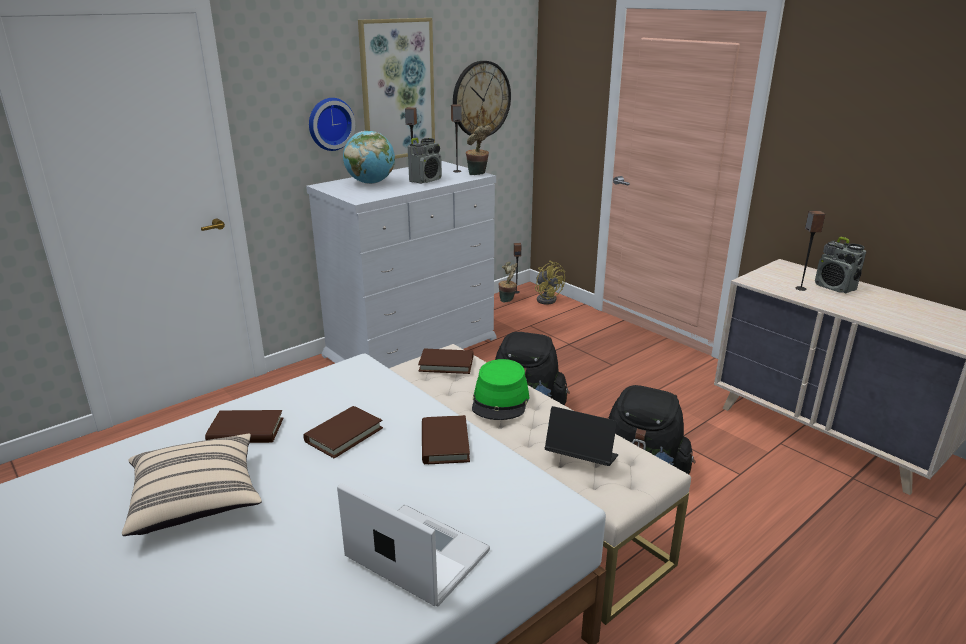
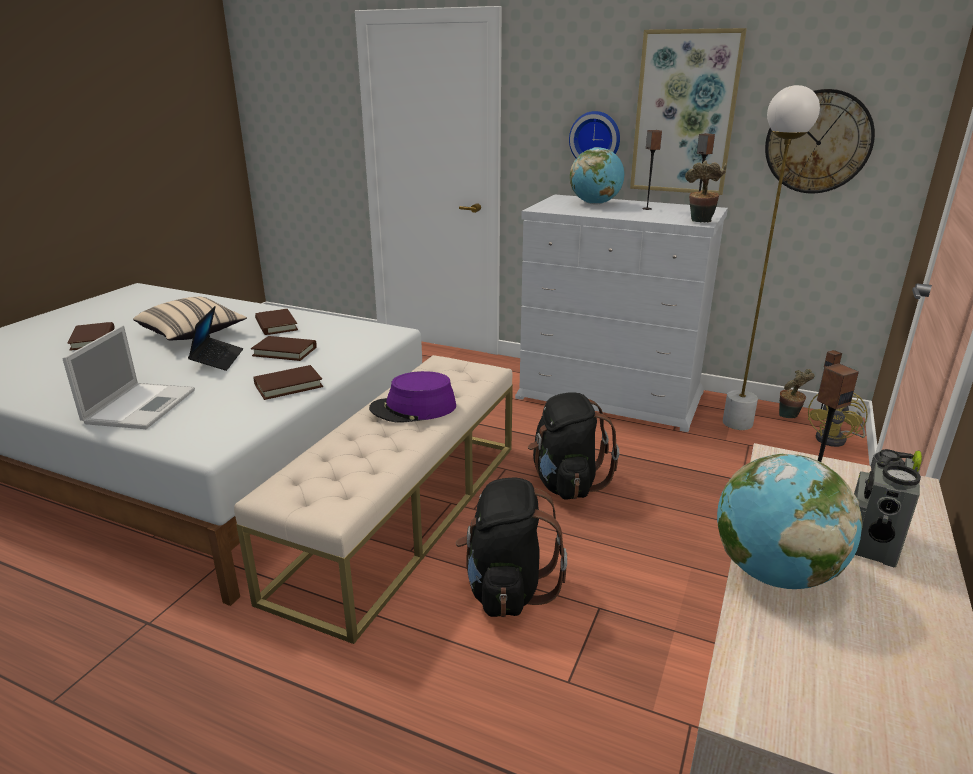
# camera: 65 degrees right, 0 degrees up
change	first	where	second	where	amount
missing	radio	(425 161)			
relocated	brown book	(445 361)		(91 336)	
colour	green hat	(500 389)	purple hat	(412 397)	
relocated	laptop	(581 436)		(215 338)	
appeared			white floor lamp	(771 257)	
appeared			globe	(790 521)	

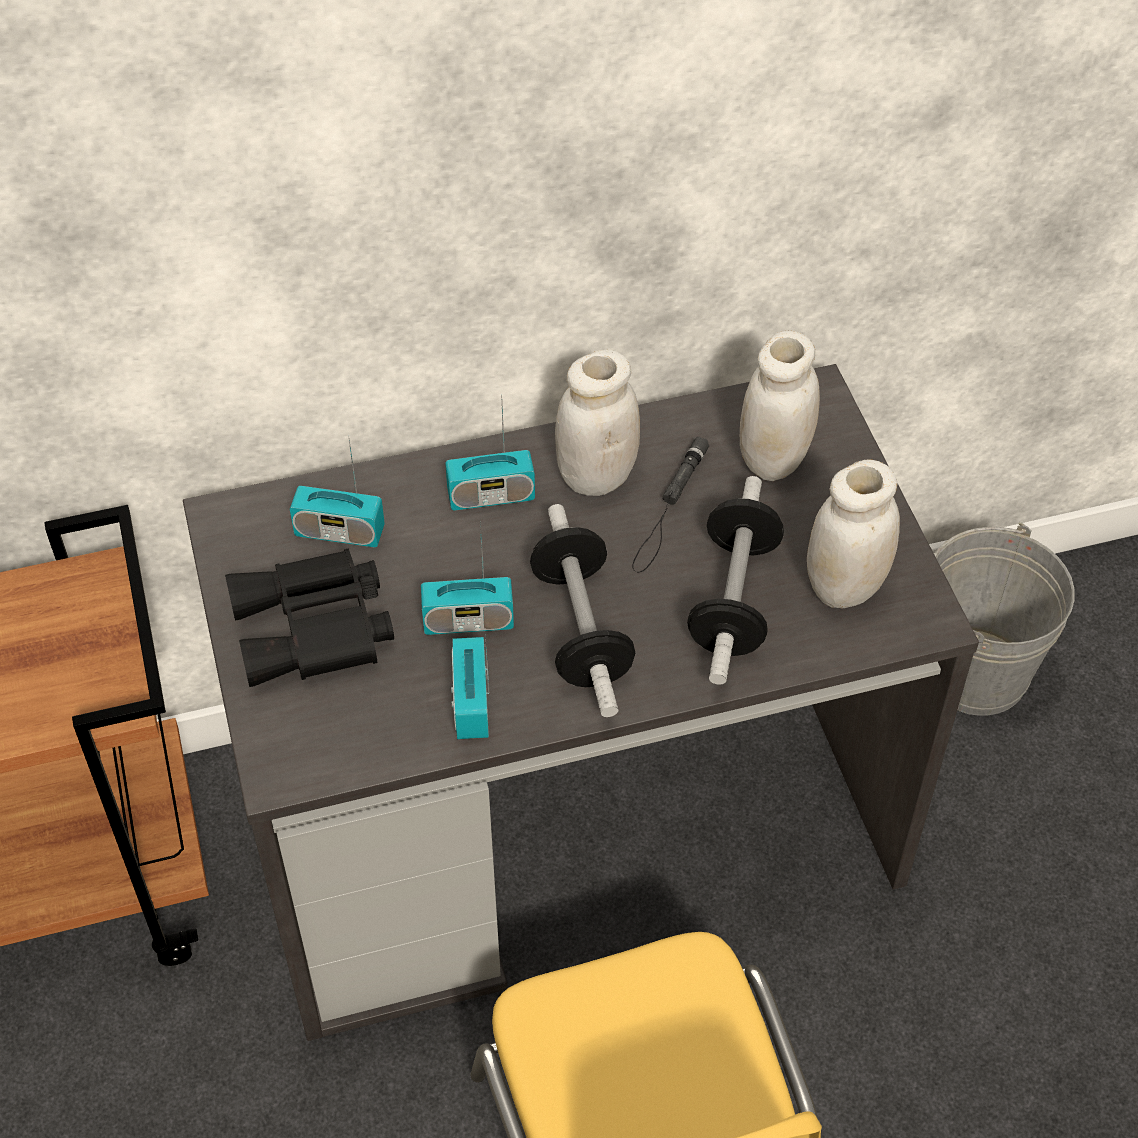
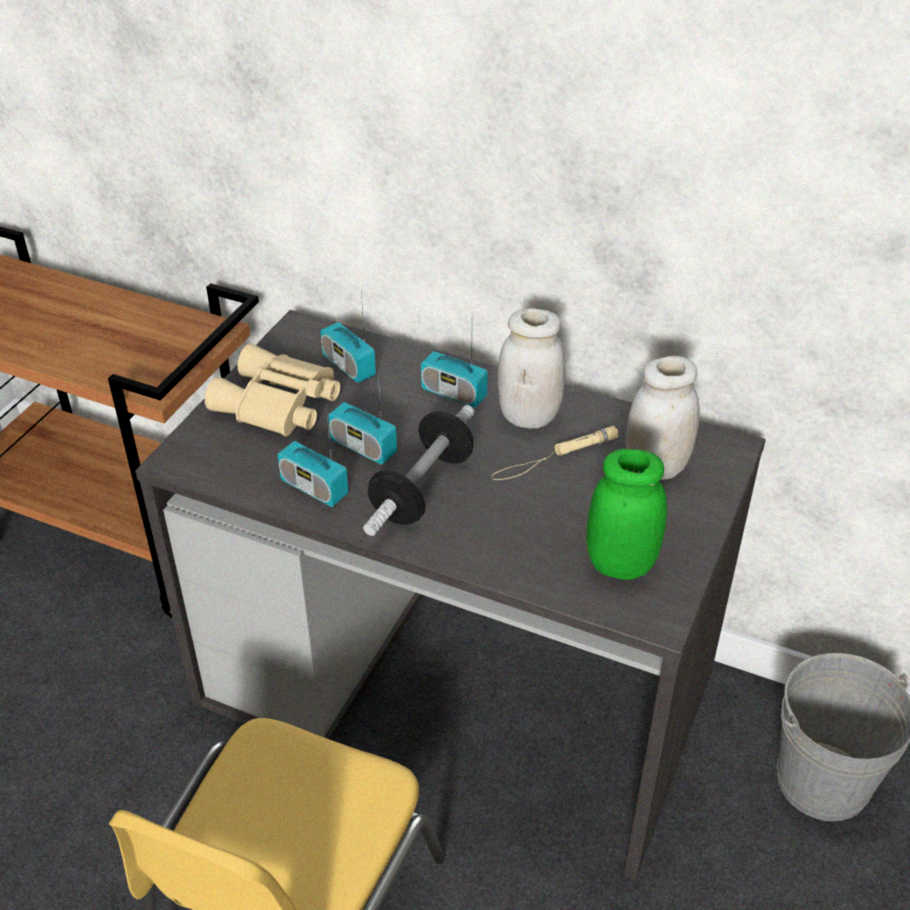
# camera: 40 degrees right, 10 degrees down
change	first	where	second	where	amount
colour	black flashlight	(670 505)	beige flashlight	(555 453)	
colour	white jar	(853 534)	green jar	(627 514)	
missing	dumbbell	(735 580)			
colour	black binoculars	(309 618)	beige binoculars	(272 390)	
spun	radio	(470 686)		(313 456)	90 degrees counterclockwise

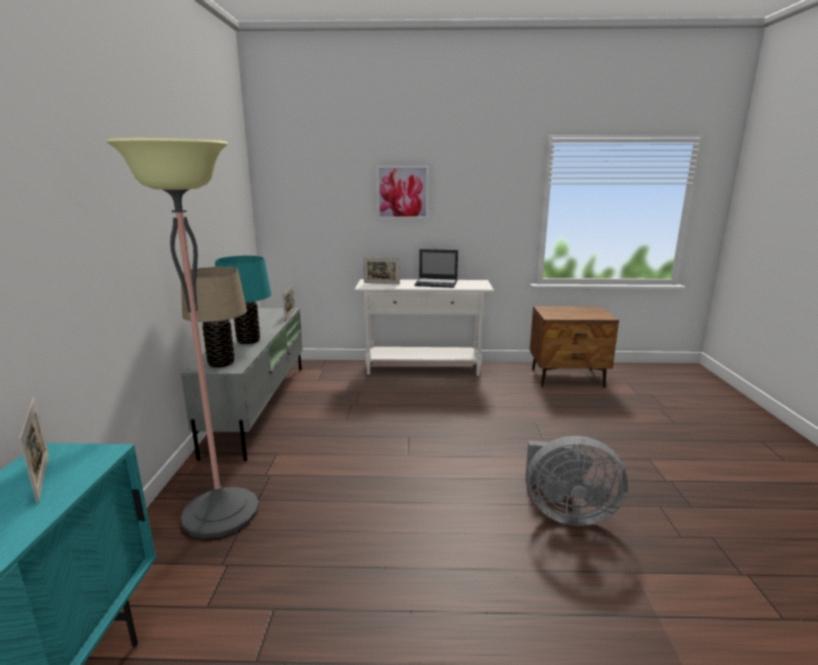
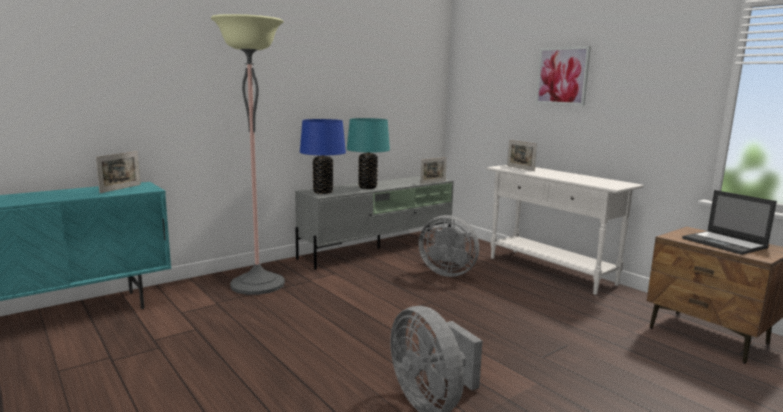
# camera: 50 degrees right, 5 degrees down
change	first	where	second	where	amount
relocated	laptop	(436 268)		(729 222)	
colour	beige table lamp	(214 317)	blue table lamp	(323 156)	
appeared			grey fan	(449 246)	

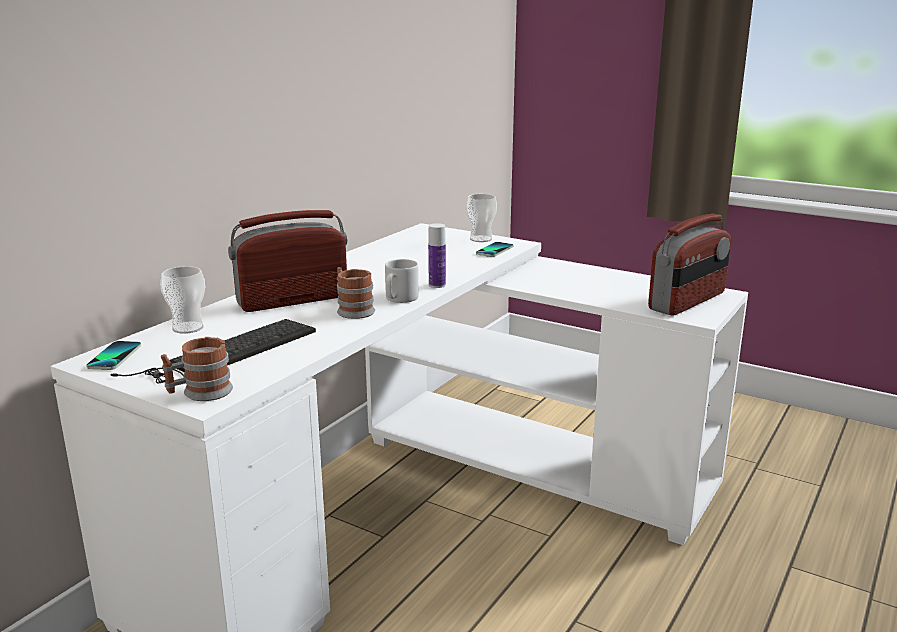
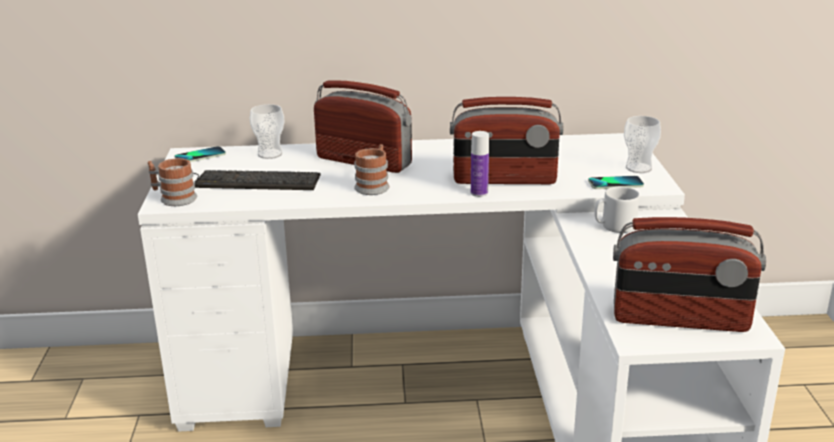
# camera: 55 degrees right, 5 degrees up
change	first	where	second	where	amount
relocated	grey mug	(402 281)		(617 210)	
appeared			radio	(506 140)	

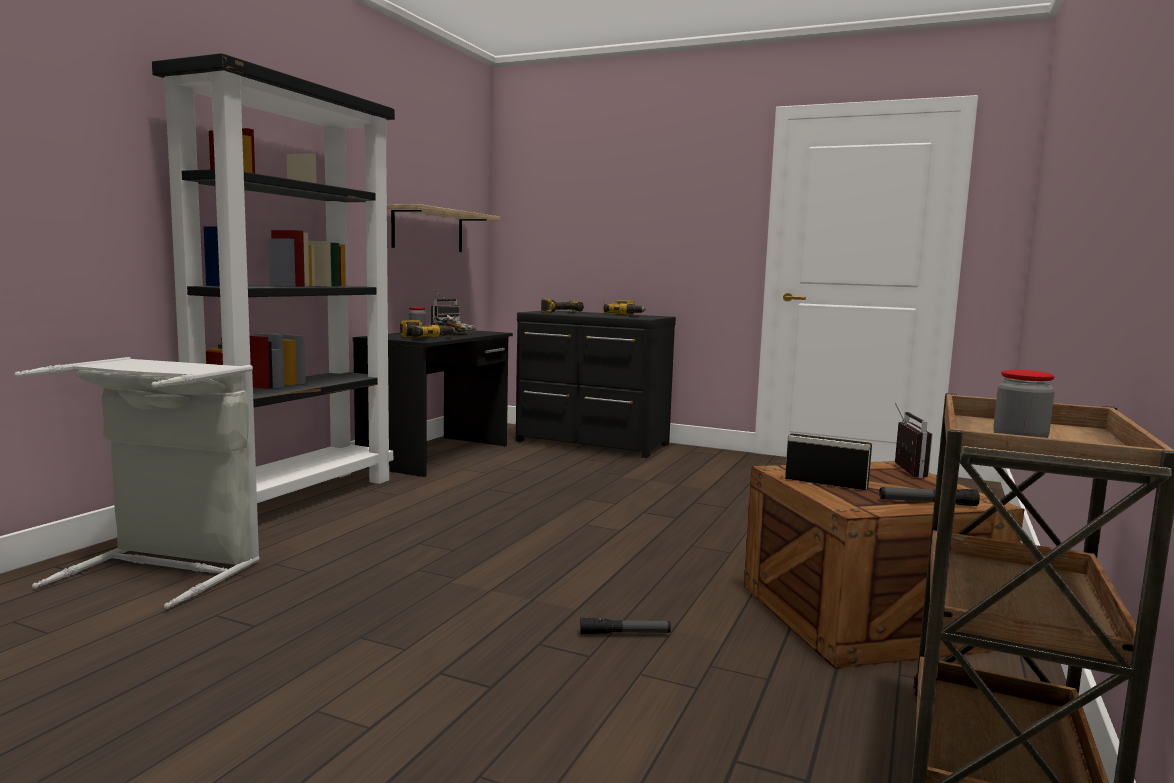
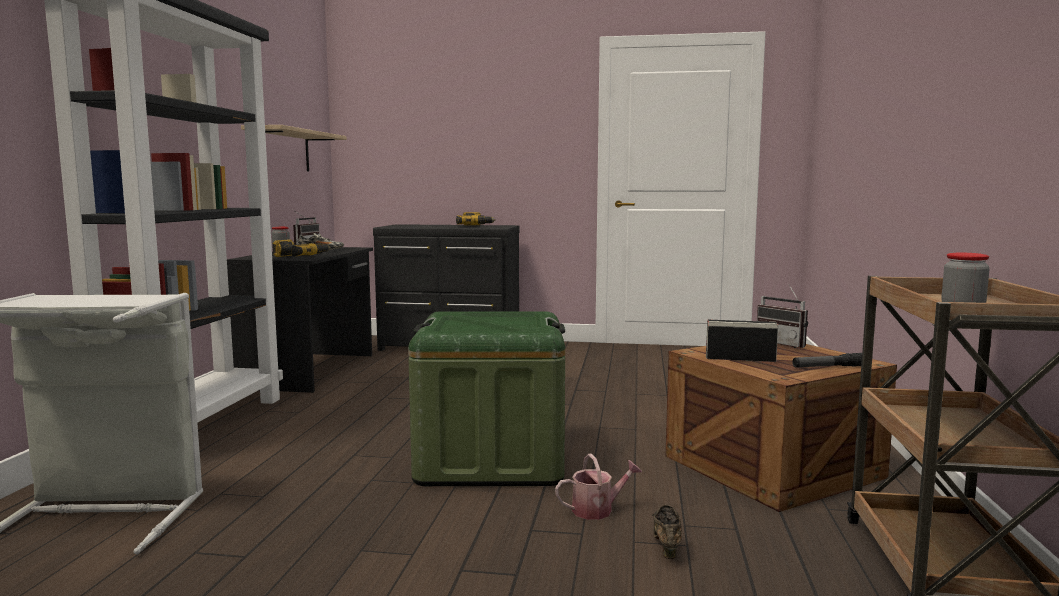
# camera: 15 degrees left, 0 degrees up
change	first	where	second	where	amount
missing	power drill	(562 305)			
spun	radio	(913 440)		(782 316)	150 degrees clockwise
exchanged	flashlight	(625 626)	watering can	(598 486)	
appeared			green storage box	(486 398)	
appeared			brown shoe	(667 532)	

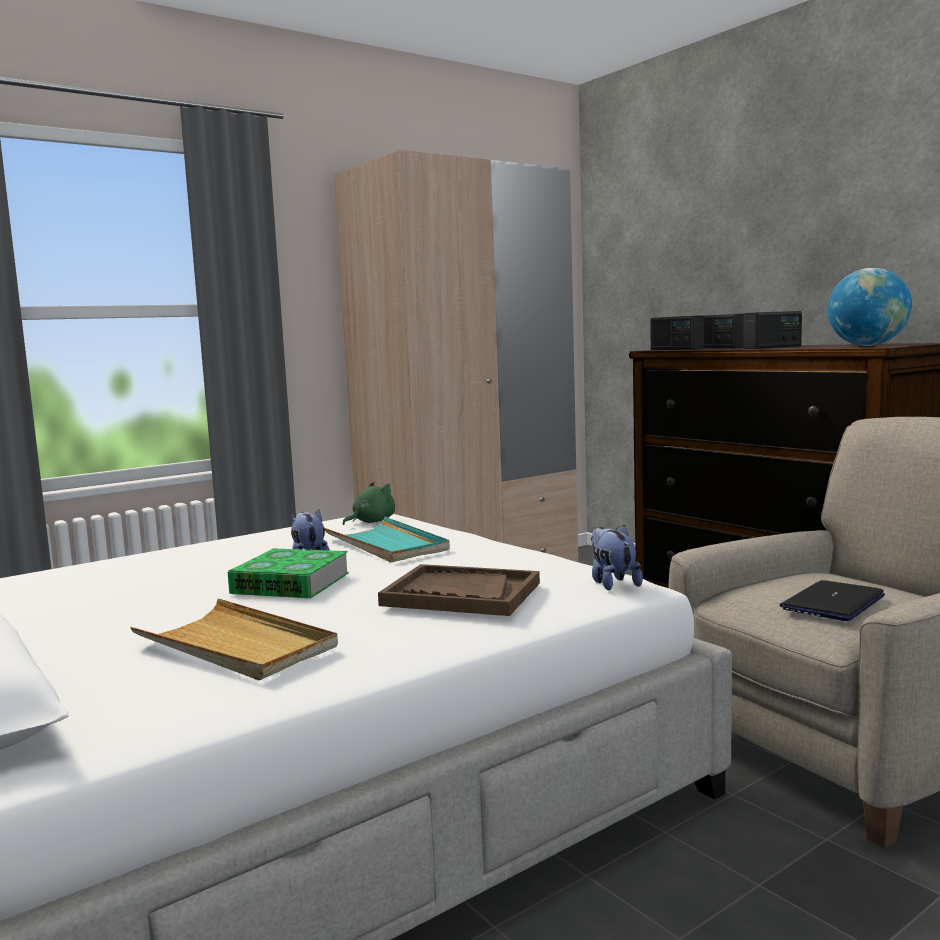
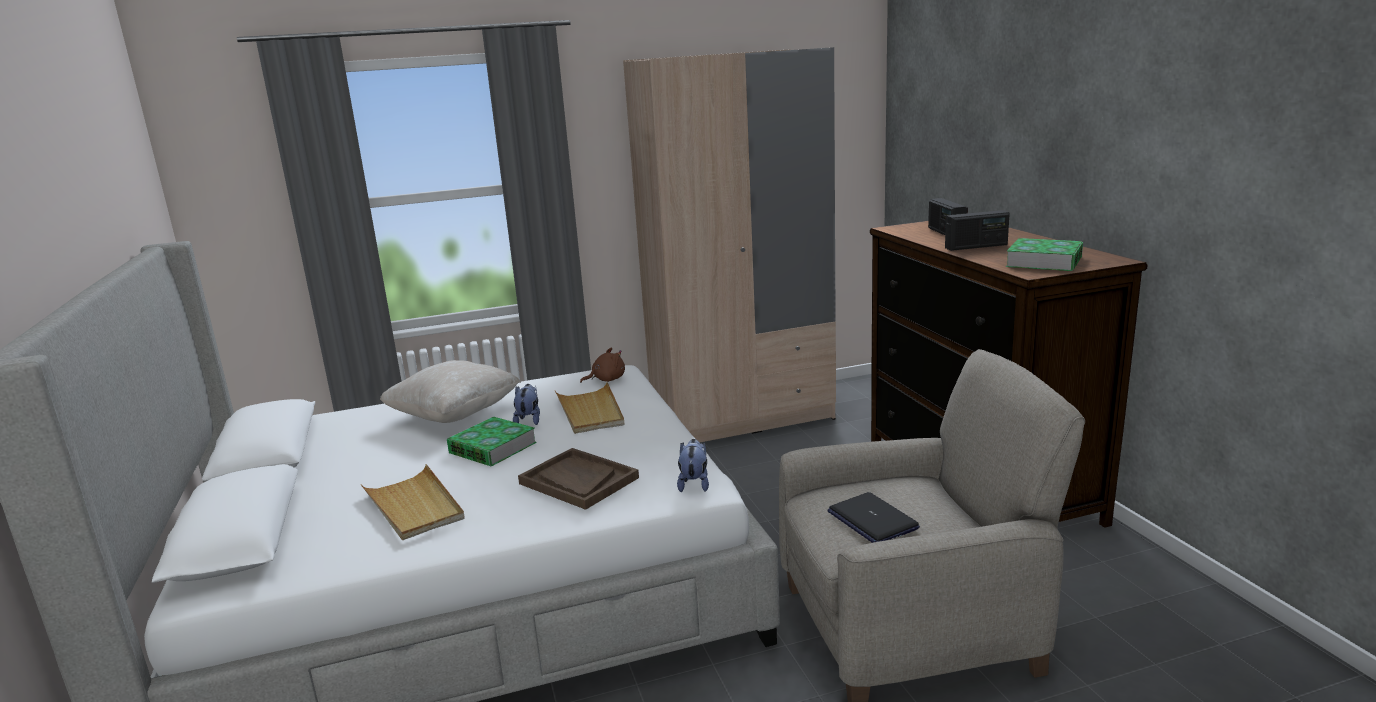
# camera: 20 degrees right, 10 degrees up
change	first	where	second	where	amount
exchanged	globe	(869 307)	book	(1044 254)	
missing	radio	(677 332)			
colour	green plush toy	(369 503)	brown plush toy	(602 365)	
colour	turquoise tray	(387 540)	beige tray	(589 408)	
spun	laptop	(832 600)		(873 517)	90 degrees counterclockwise
appeared			beige pillow	(450 391)	

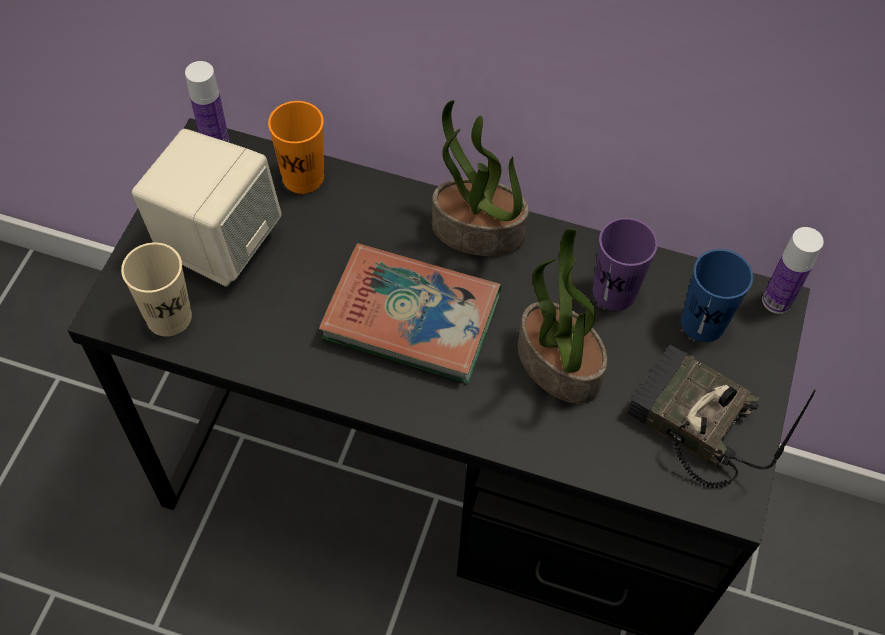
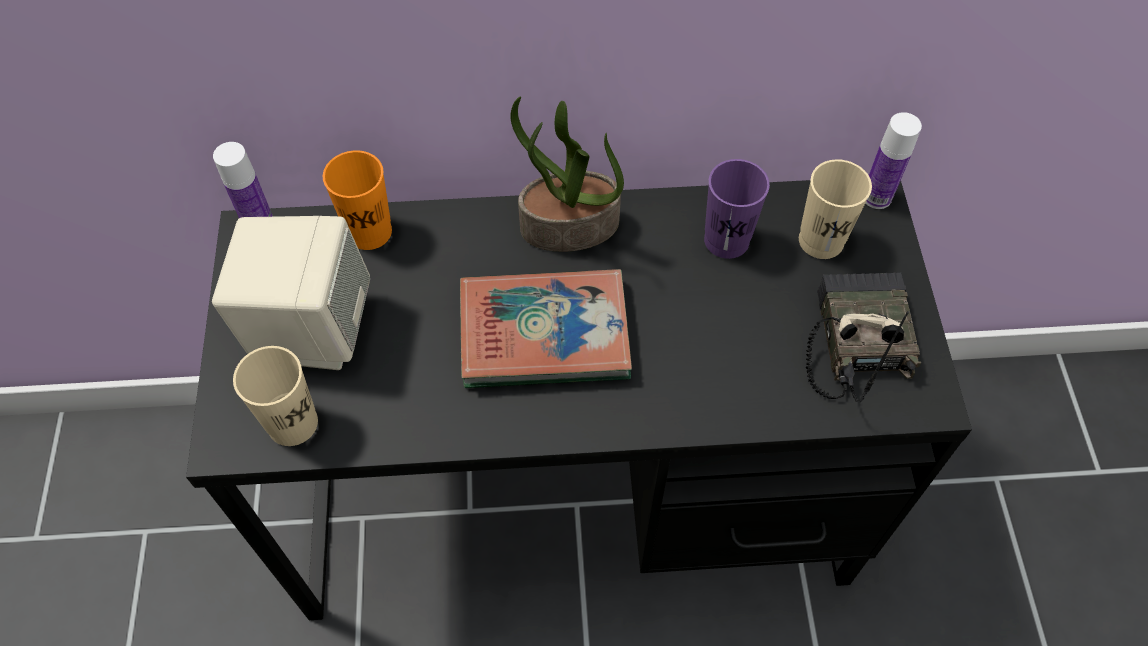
# camera: 20 degrees left, 0 degrees up
change	first	where	second	where	amount
missing	potted plant	(562 316)			
colour	blue cup	(717 295)	beige cup	(835 209)	
spun	radio	(721 416)		(863 338)	75 degrees clockwise

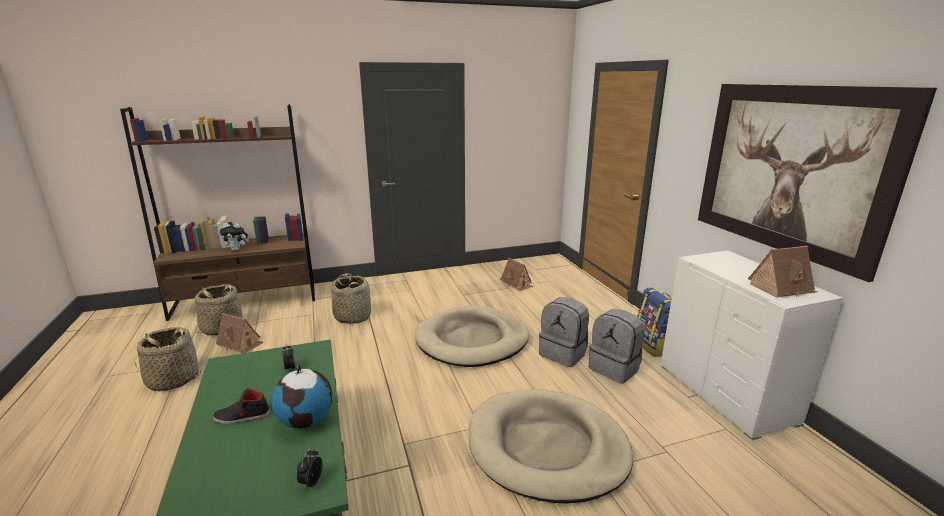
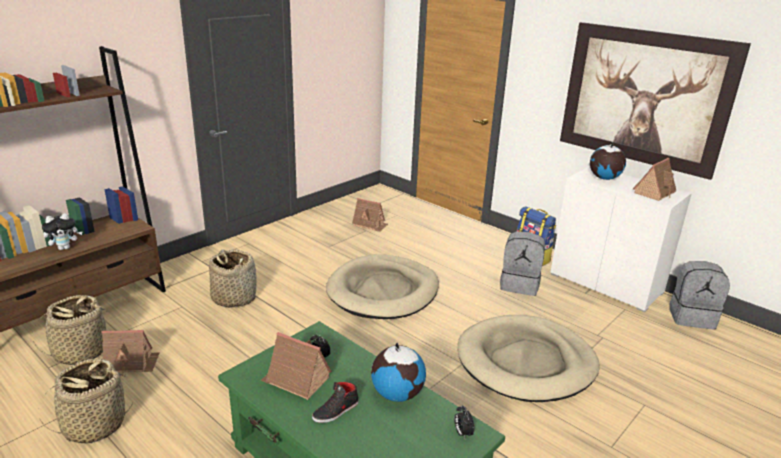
# camera: 30 degrees left, 5 degrees up
change	first	where	second	where	amount
relocated	grey backpack	(564 332)		(699 295)	
appeared			globe	(608 161)	
appeared			toy house	(296 366)	

